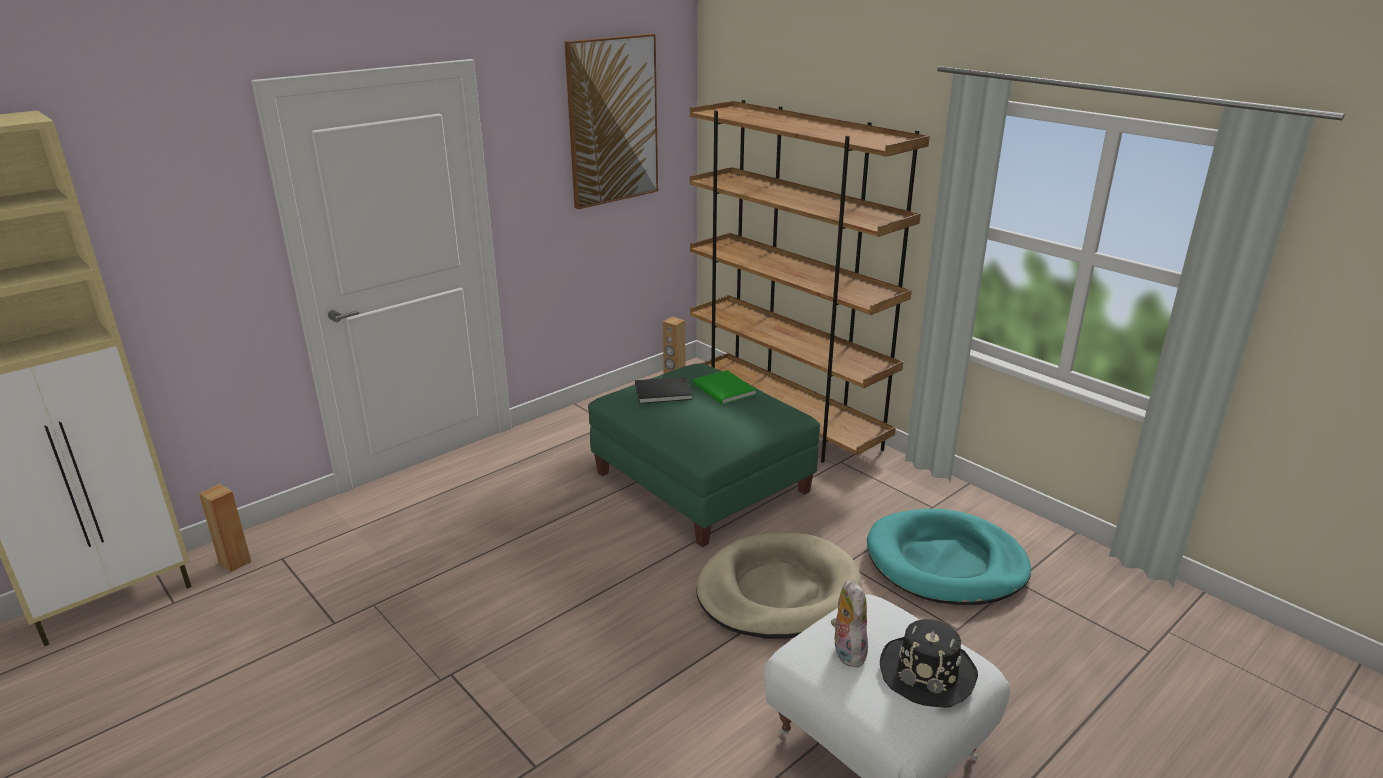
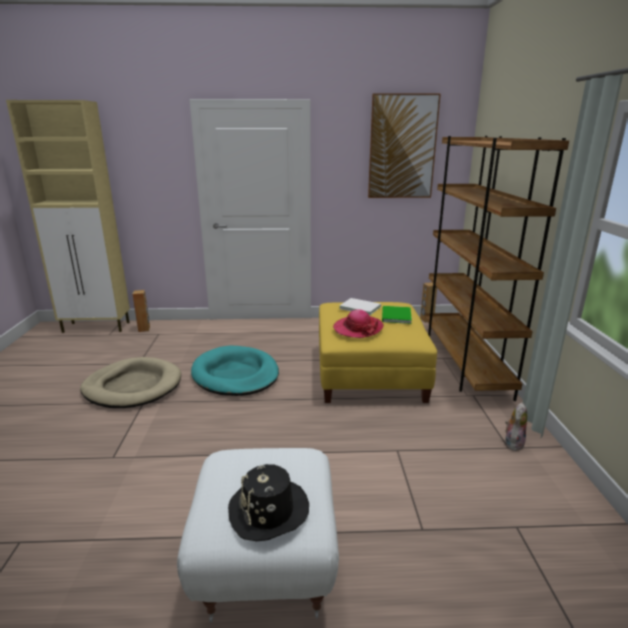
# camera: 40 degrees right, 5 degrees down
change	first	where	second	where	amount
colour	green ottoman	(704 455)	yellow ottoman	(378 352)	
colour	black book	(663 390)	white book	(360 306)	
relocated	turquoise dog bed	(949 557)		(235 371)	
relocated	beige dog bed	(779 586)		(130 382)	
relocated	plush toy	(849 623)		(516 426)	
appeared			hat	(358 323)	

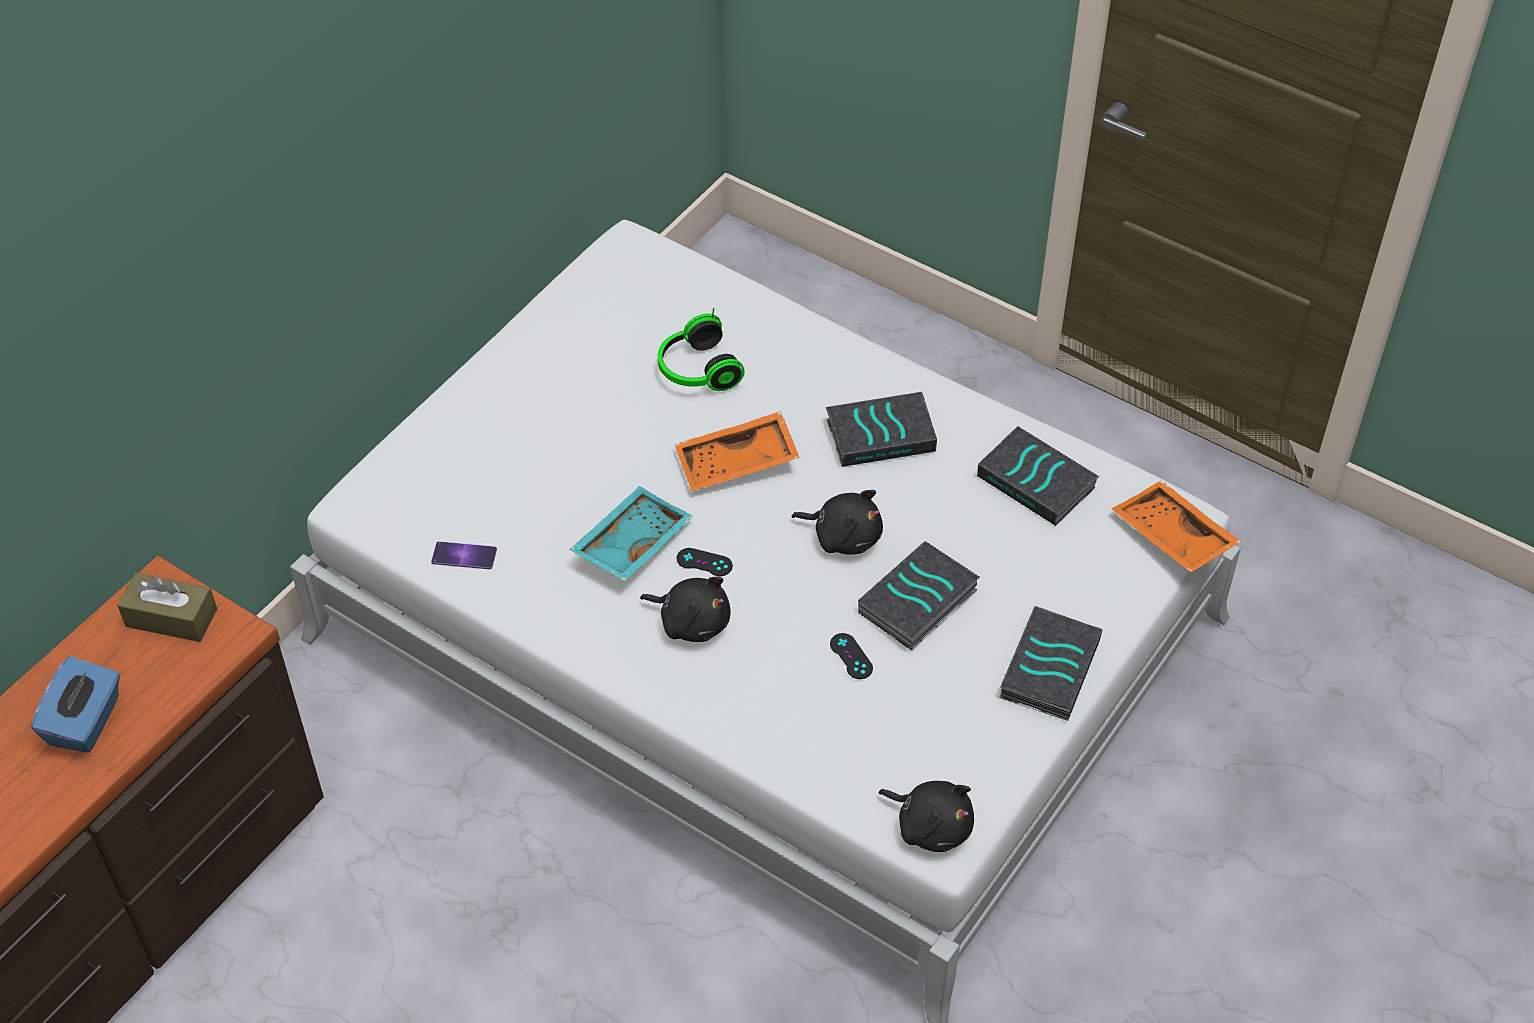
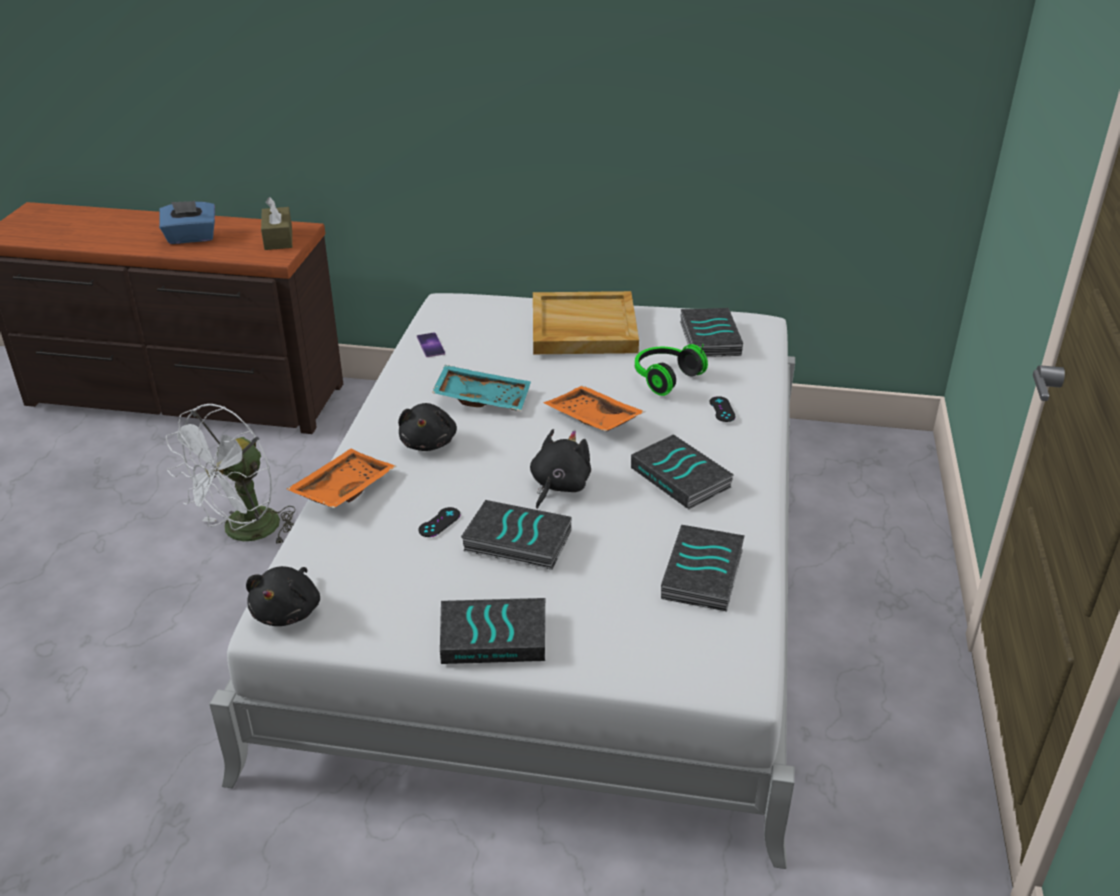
# camera: 65 degrees right, 15 degrees down
change	first	where	second	where	amount
relocated	orange tray	(1176 526)		(341 478)	
spun	black plush toy	(837 522)		(560 469)	150 degrees counterclockwise
relocated	black game controller	(705 562)		(723 409)	
appeared			beige tray	(586 322)	
appeared			book	(711 332)	
appeared			white fan	(231 475)	

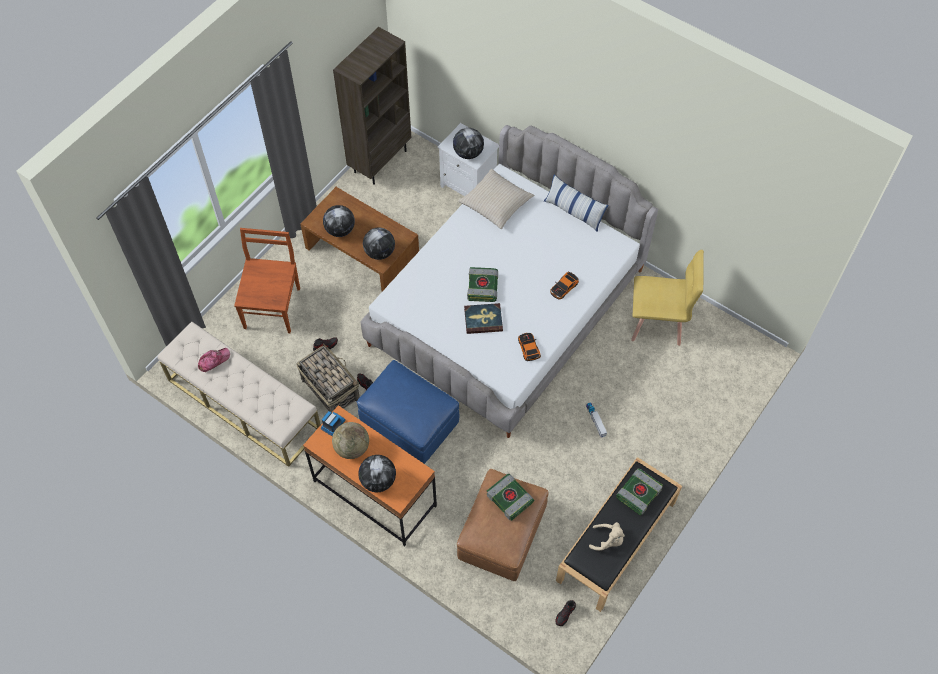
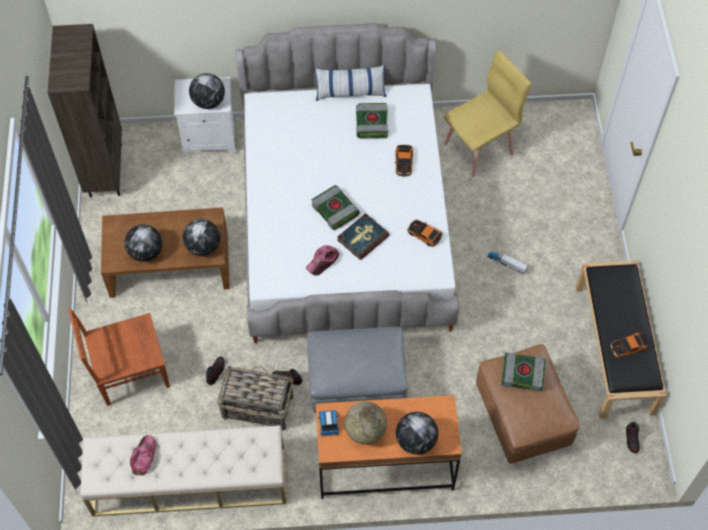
# camera: 40 degrees left, 0 degrees up
change	first	where	second	where	amount
missing	beige pillow	(496 199)			
spun	brown chair	(267 280)		(119 357)	75 degrees counterclockwise
colour	blue ottoman	(408 412)	grey ottoman	(357 370)	
relocated	book	(639 492)		(372 121)	
exchanged	beige plush toy	(607 536)	toy car	(628 345)	
appeared			cap	(323 260)	

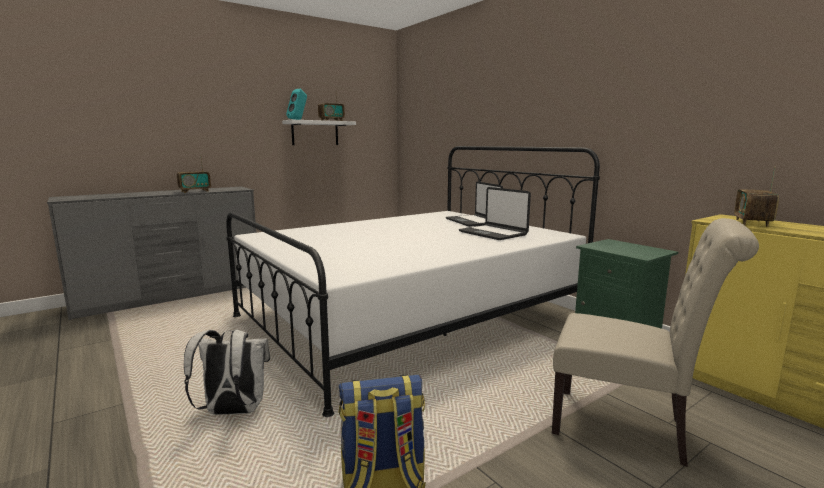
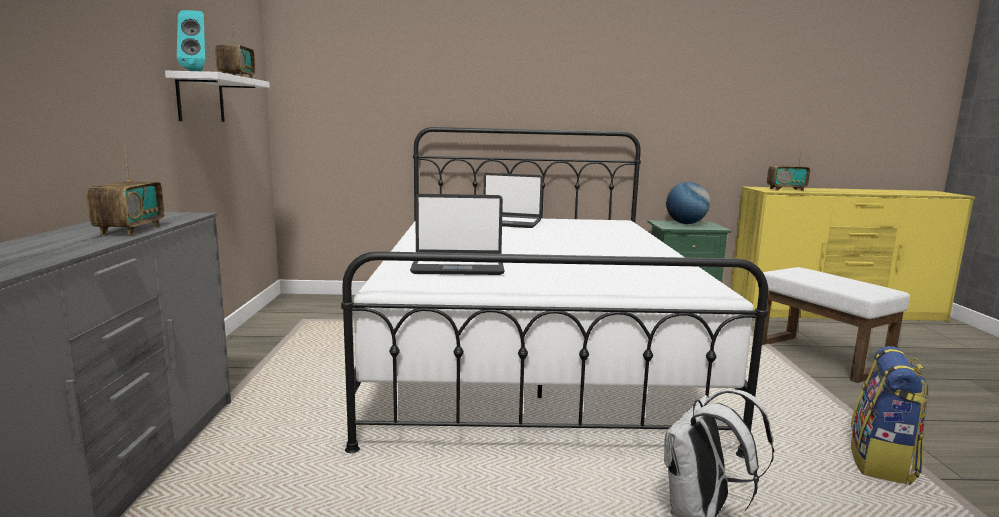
# camera: 55 degrees left, 0 degrees up
change	first	where	second	where	amount
spun	radio	(756 196)		(788 169)	60 degrees counterclockwise
relocated	laptop	(495 213)		(457 234)	
exchanged	beige chair	(655 342)	white ottoman	(836 325)	
appeared			globe	(688 203)	

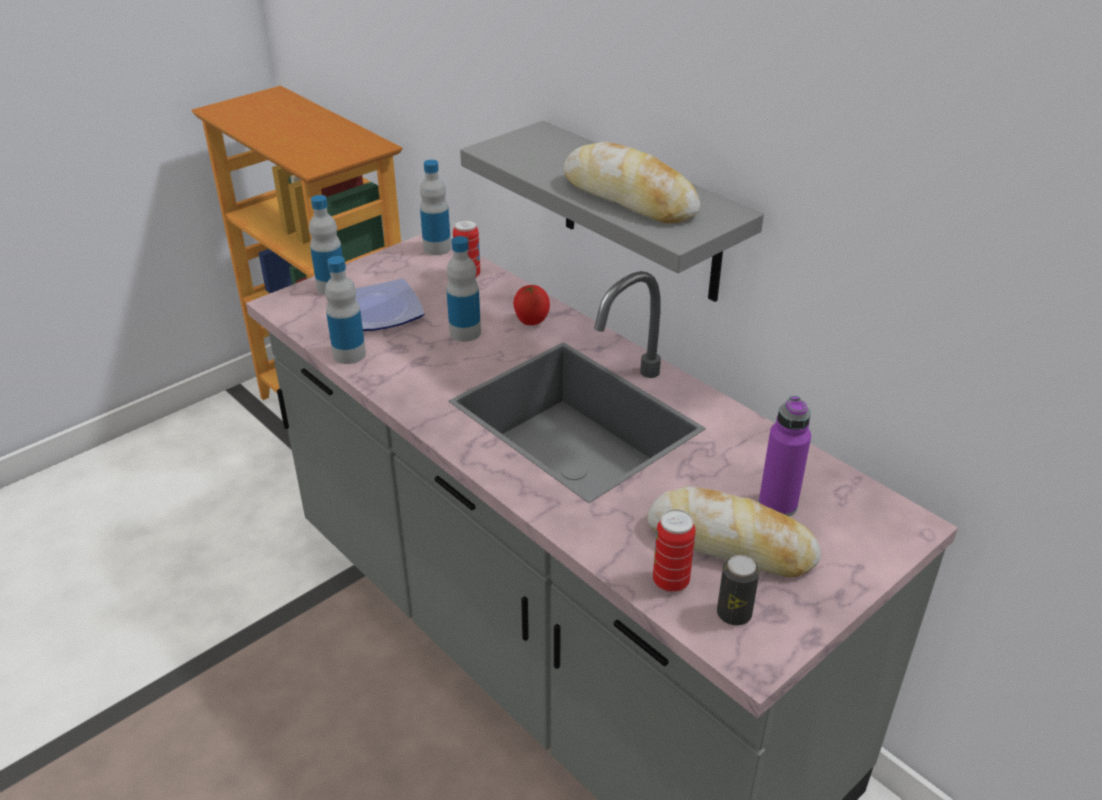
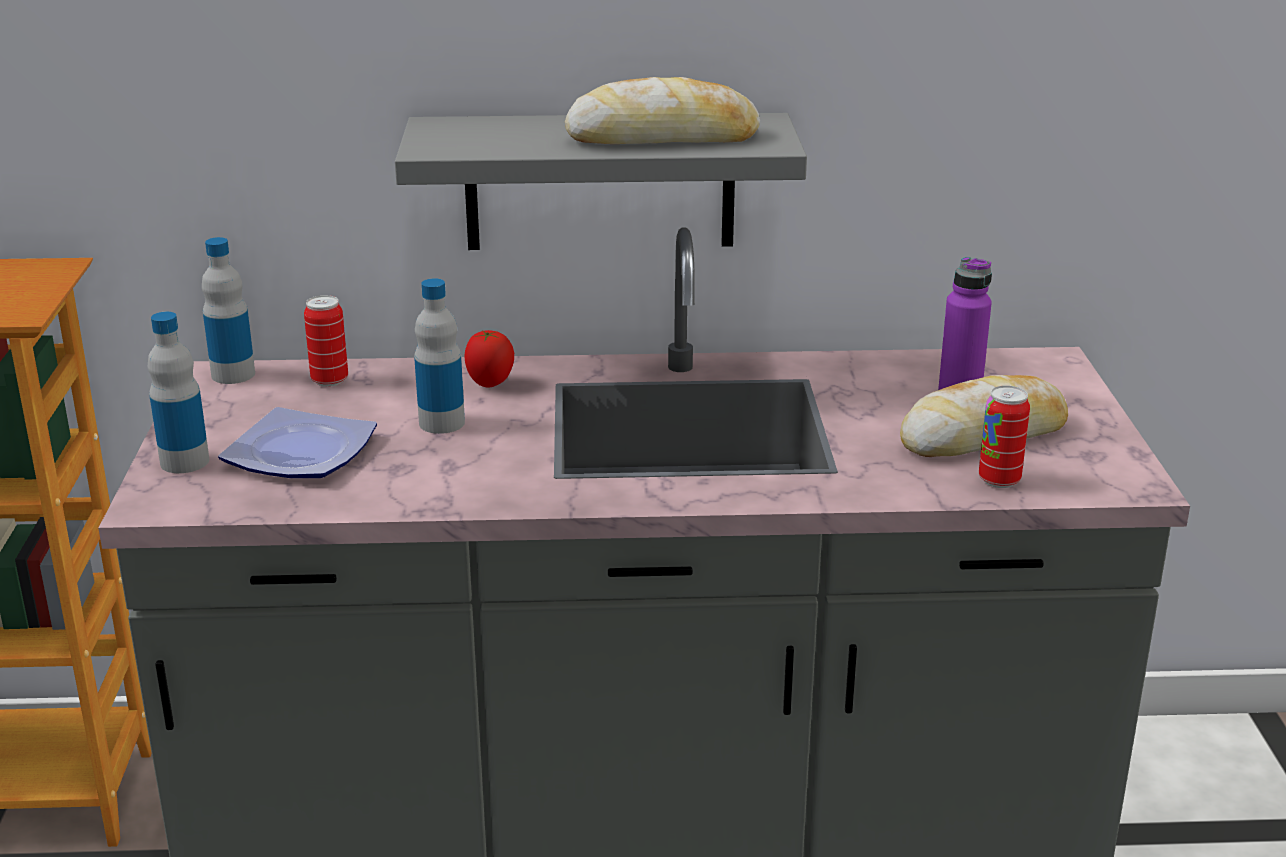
# camera: 50 degrees left, 10 degrees down
change	first	where	second	where	amount
missing	bottle	(345 310)			
missing	can	(738 590)			

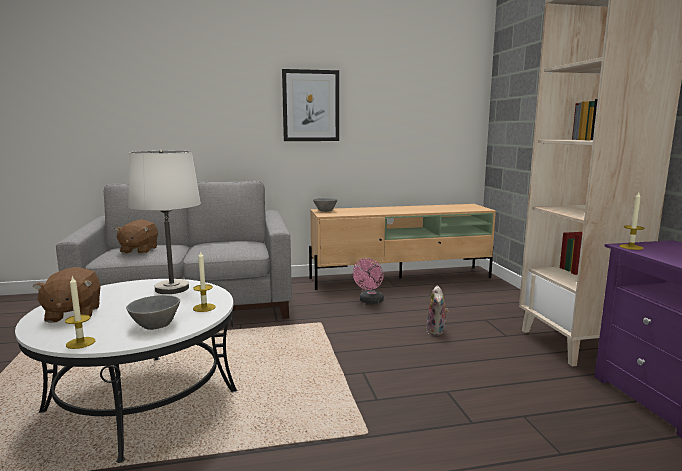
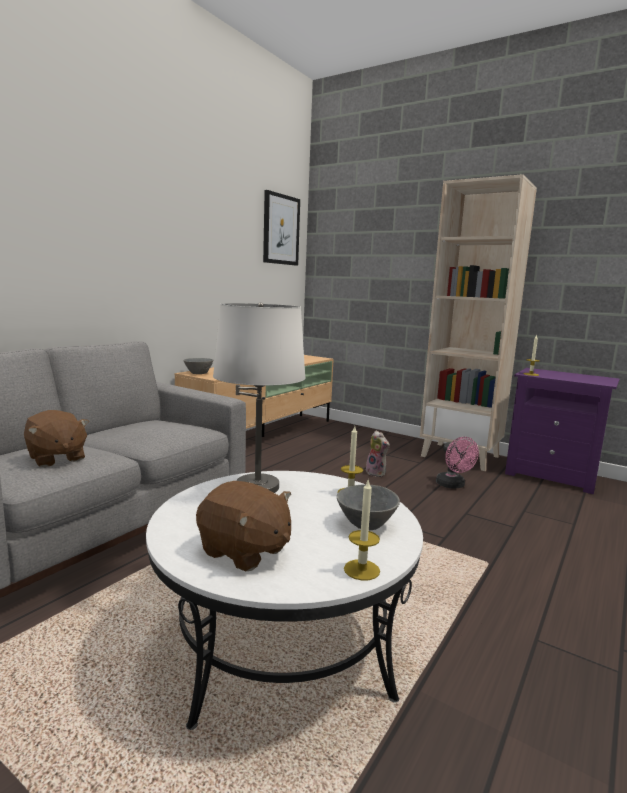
# camera: 45 degrees left, 0 degrees up
change	first	where	second	where	amount
relocated	picture	(310 105)		(281 228)	
relocated	pink fan	(368 281)		(457 463)	

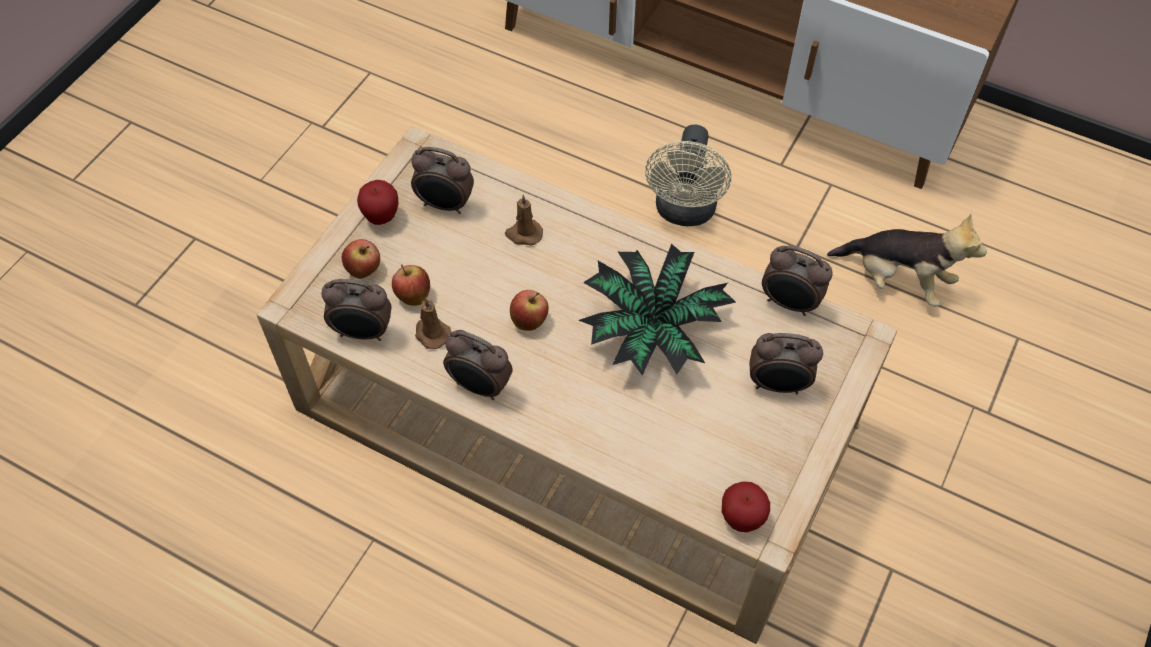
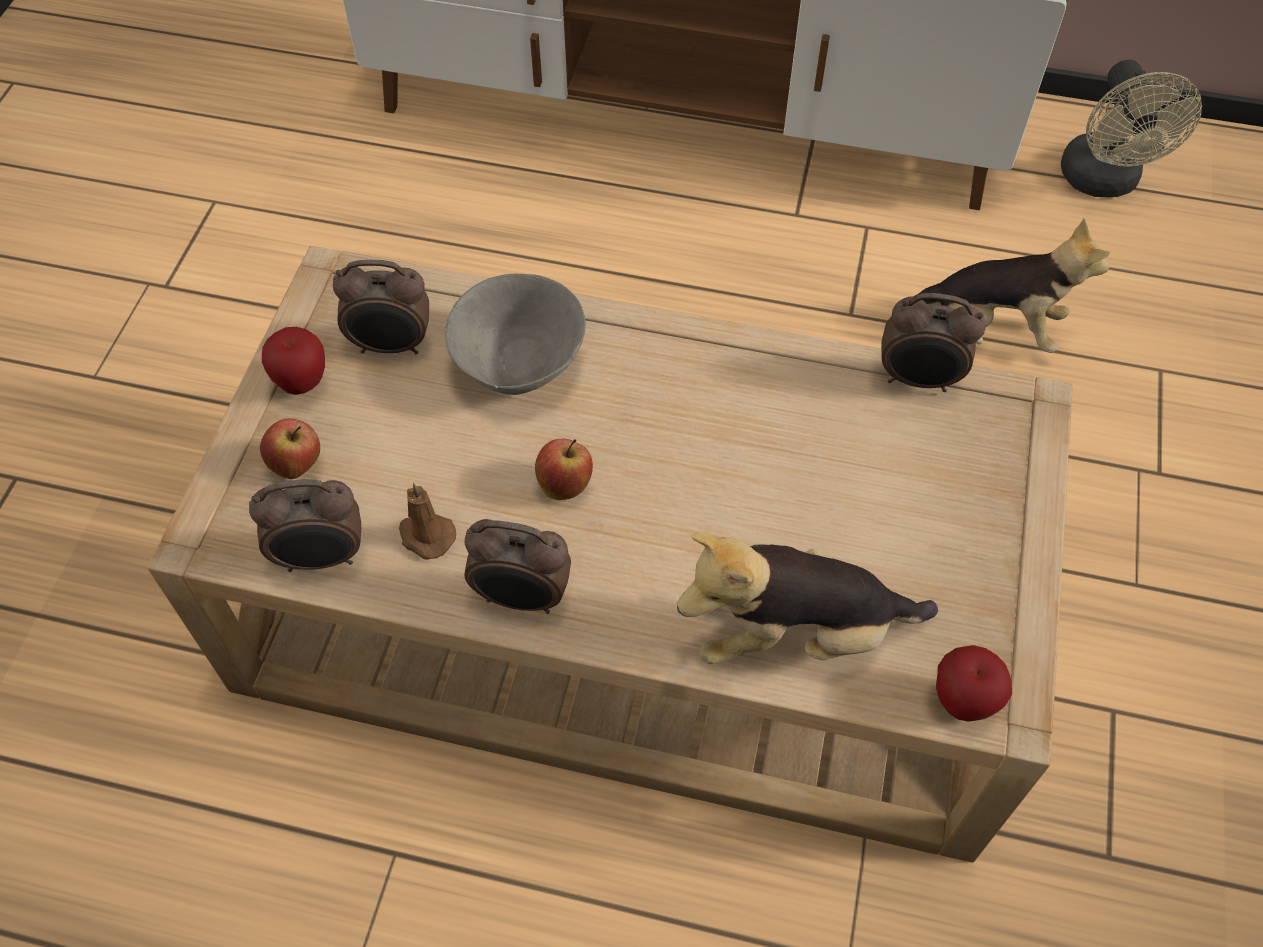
# camera: 15 degrees left, 0 degrees up
change	first	where	second	where	amount
relocated	beige fan	(688 175)		(1131 129)	
exchanged	brown candle	(524 220)	grey bowl	(515 334)	
missing	potted plant	(657 310)			
missing	apple	(411 285)			
missing	alarm clock	(786 364)			
appeared			plush toy	(807 598)	

